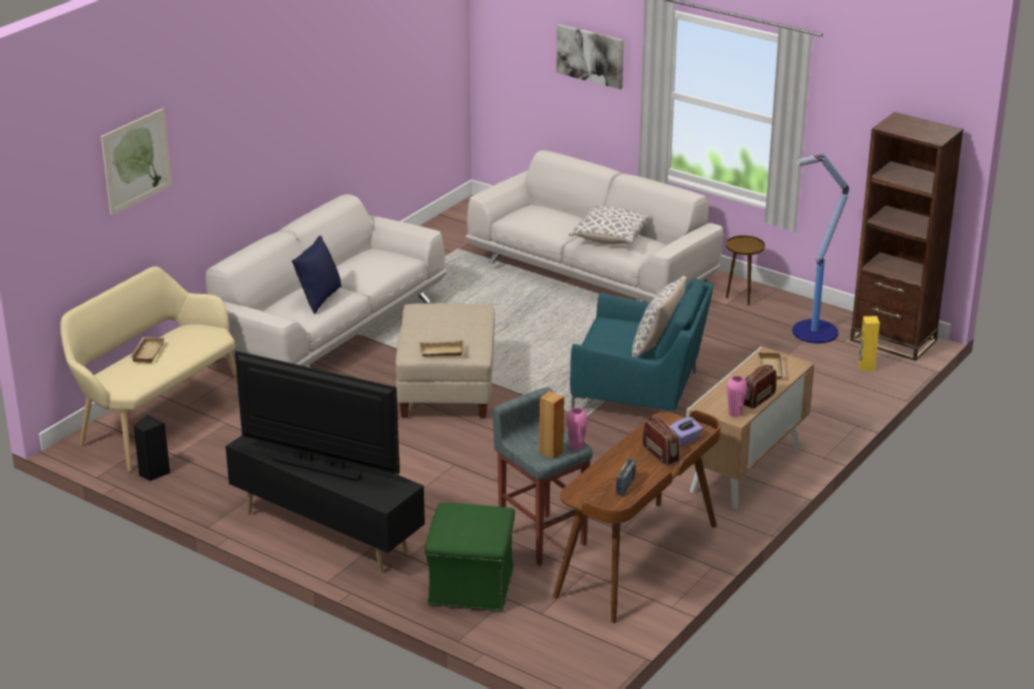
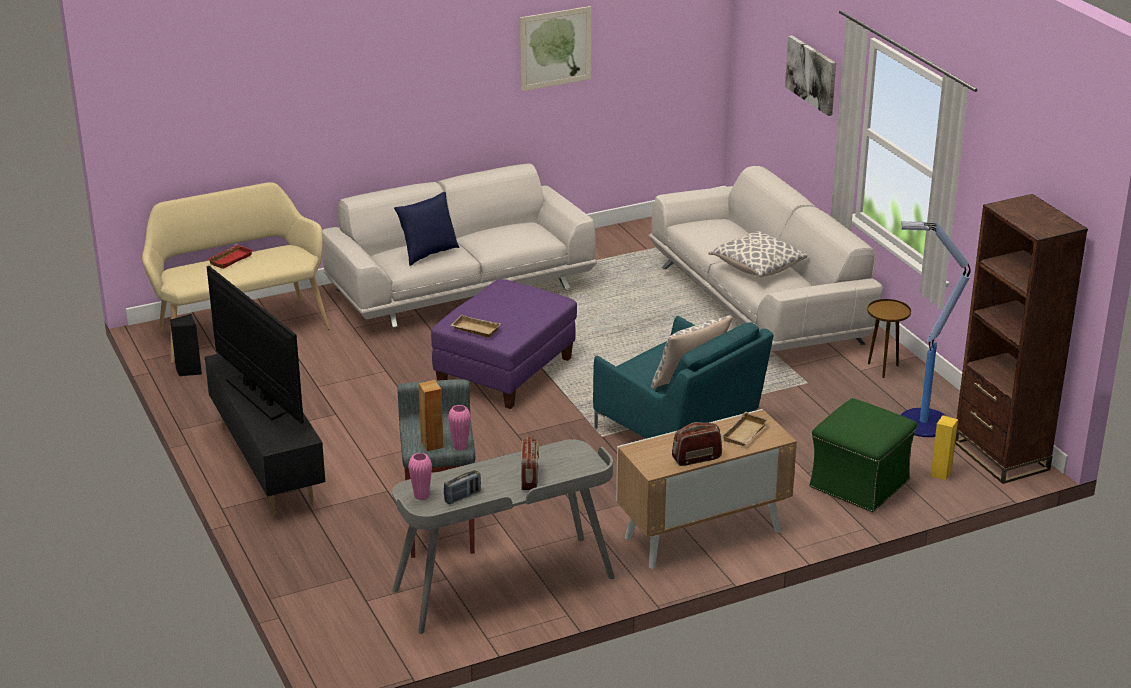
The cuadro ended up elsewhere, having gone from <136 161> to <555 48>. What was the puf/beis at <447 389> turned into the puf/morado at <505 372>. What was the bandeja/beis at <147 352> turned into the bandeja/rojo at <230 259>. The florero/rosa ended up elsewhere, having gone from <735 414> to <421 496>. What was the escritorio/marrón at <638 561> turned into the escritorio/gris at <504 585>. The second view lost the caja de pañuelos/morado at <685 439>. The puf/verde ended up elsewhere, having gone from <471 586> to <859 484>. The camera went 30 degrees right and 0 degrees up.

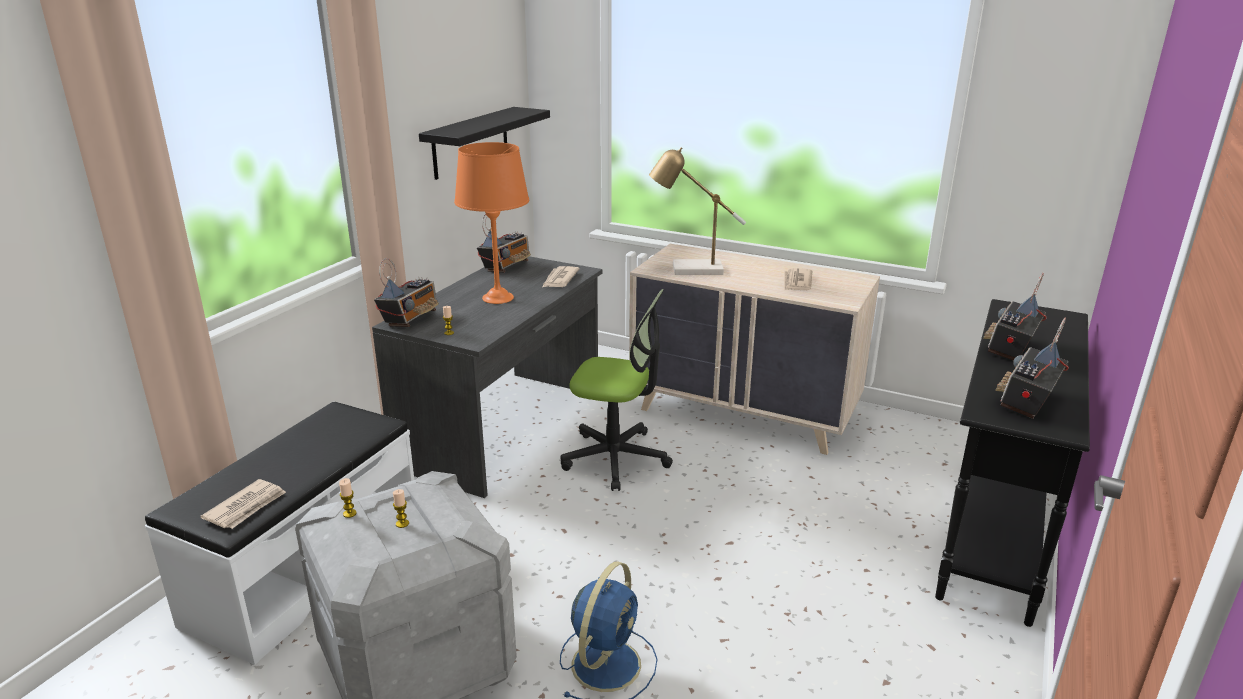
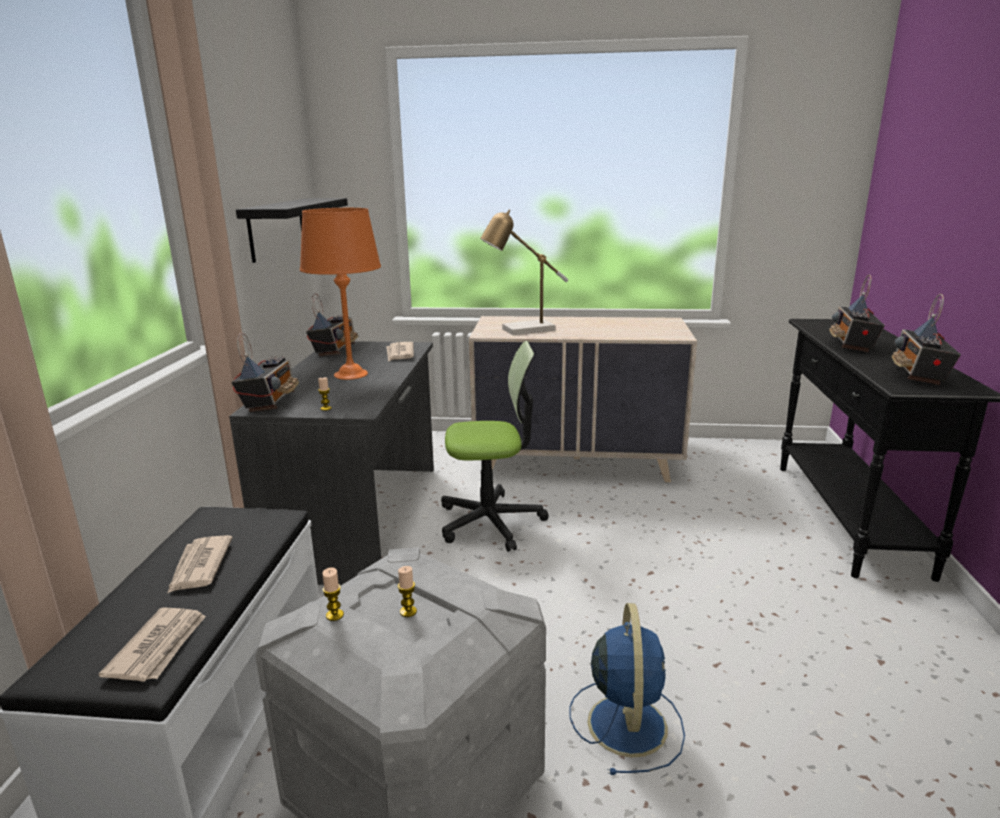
The periódico ended up elsewhere, having gone from <796 282> to <199 566>. The camera went 20 degrees left and 5 degrees down.

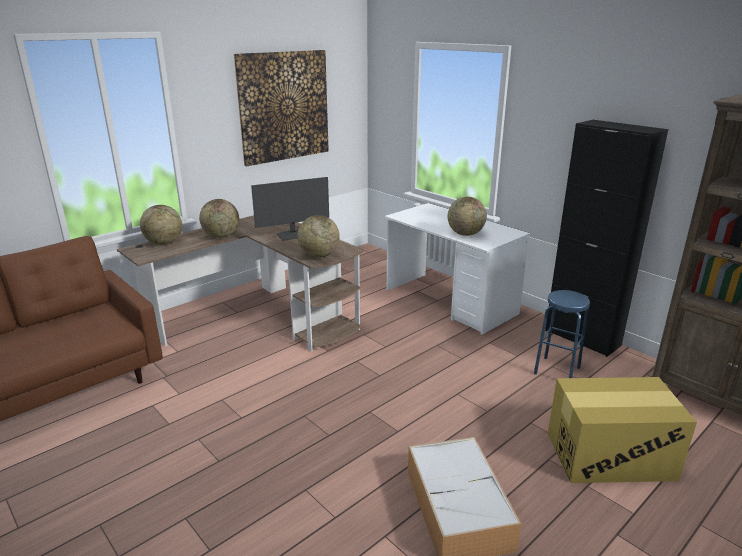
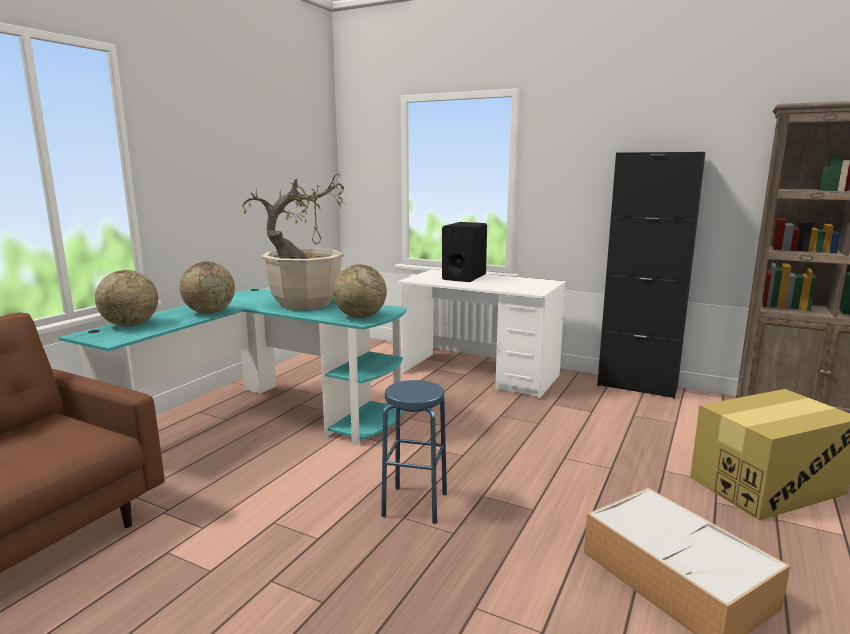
The second view lost the cuadro at <284 106>. Where the monitor stood at <292 235>, the planta en maceta came to stand at <305 304>. The second view lost the globo terráqueo at <465 234>. What was the escritorio/marrón at <260 317> turned into the escritorio/turquesa at <264 420>. The taburete/azul ended up elsewhere, having gone from <557 371> to <415 504>. The second view gained the altavoz/negro at <464 277>. The camera went 20 degrees left and 10 degrees down.

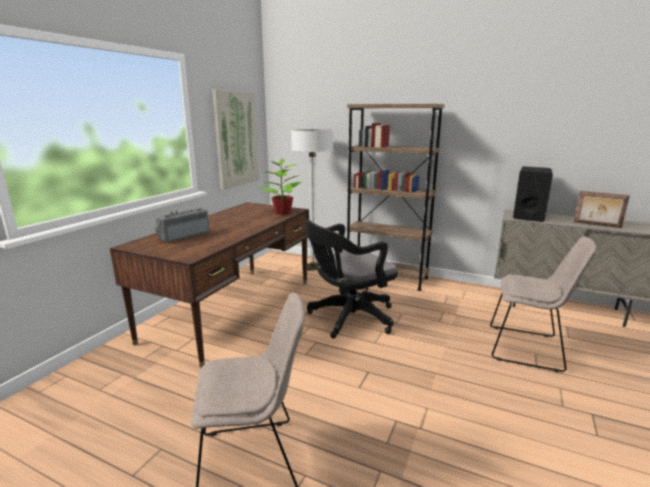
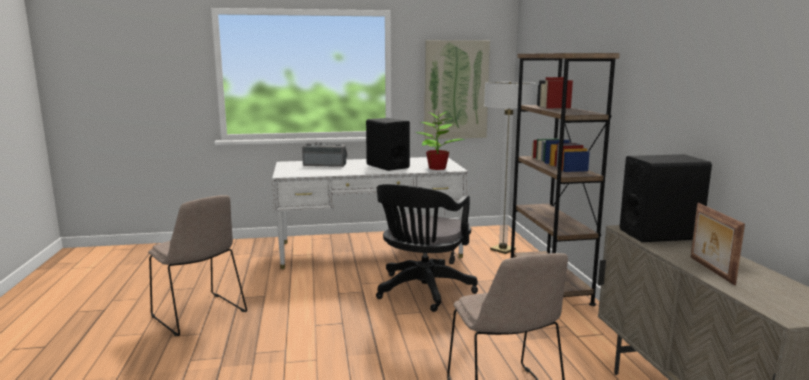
What was the escritorio/marrón at <232 309> turned into the escritorio/blanco at <369 250>. The silla de oficina/negro at <348 318> ended up facing another way, 90 degrees counterclockwise from before. The second view gained the altavoz/negro at <387 166>. The camera went 55 degrees right and 5 degrees down.

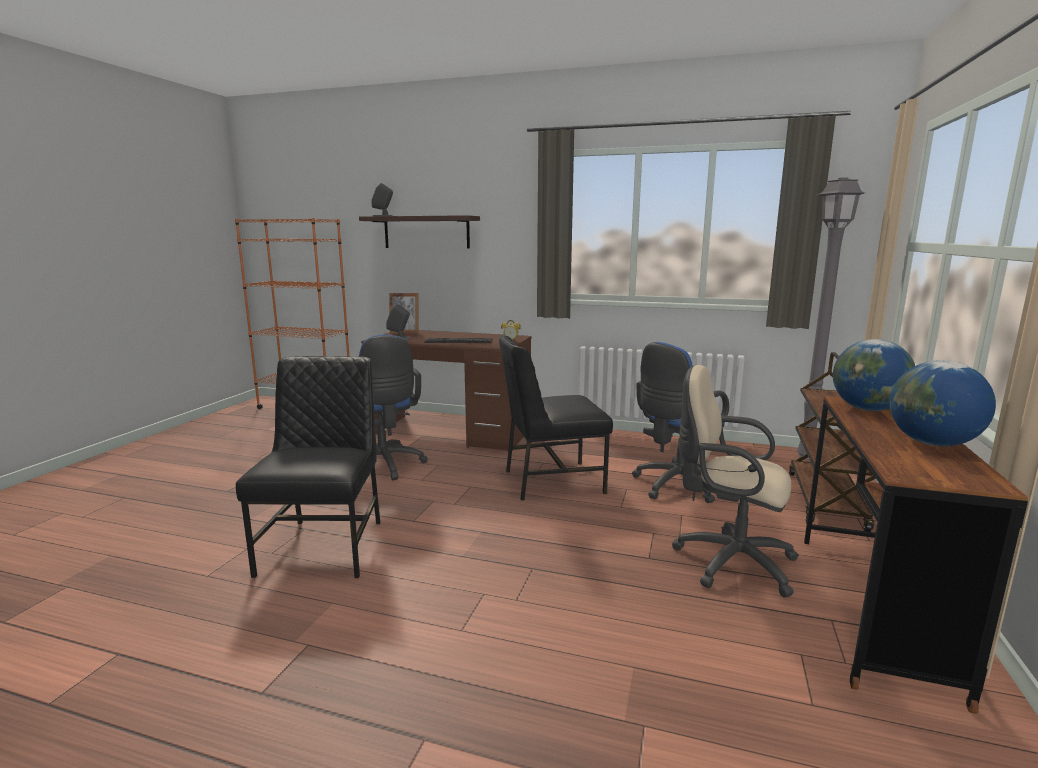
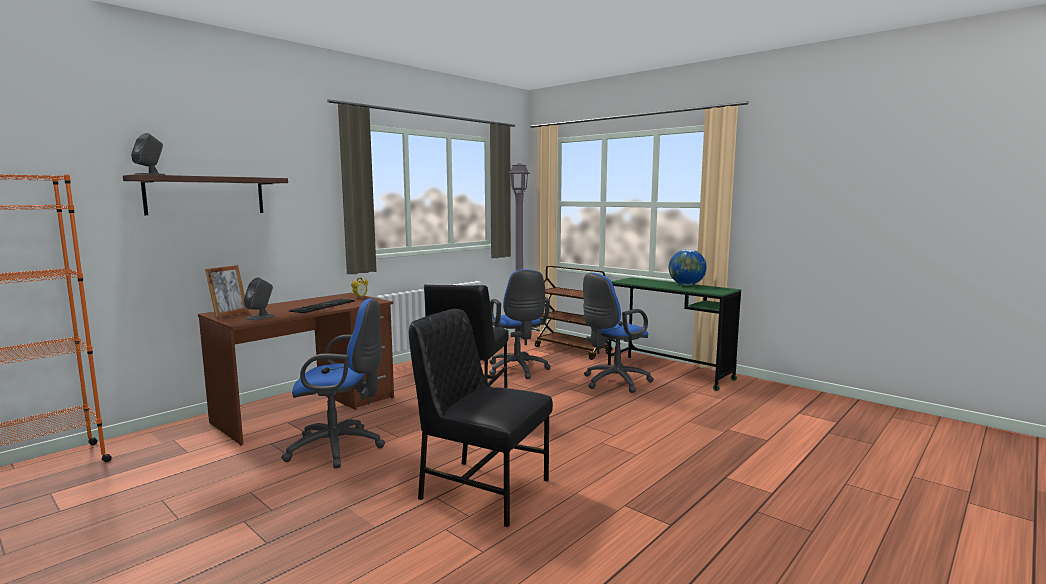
The second view lost the globo terráqueo at <868 409>. What was the silla de oficina/beis at <728 561> turned into the silla de oficina/azul at <613 382>. What was the escritorio/marrón at <871 609> turned into the escritorio/verde at <669 372>. The camera went 65 degrees left and 5 degrees down.

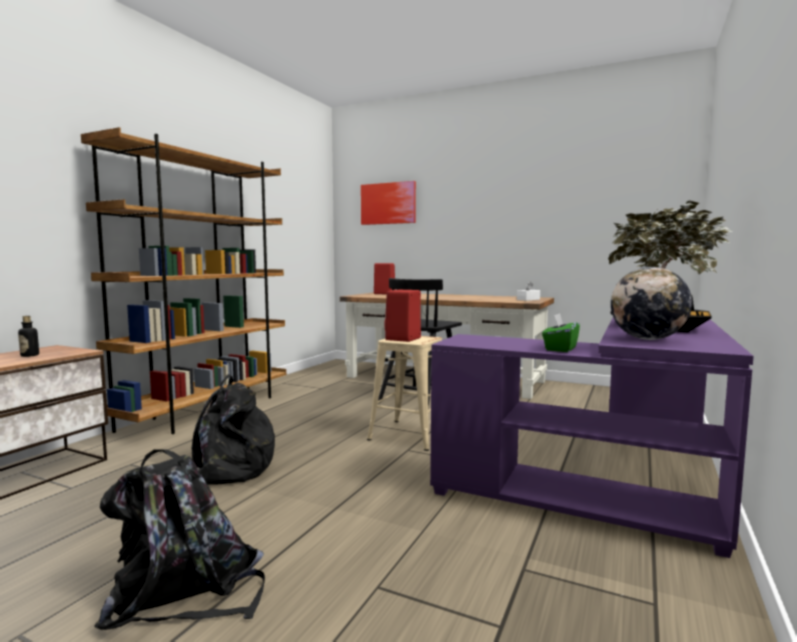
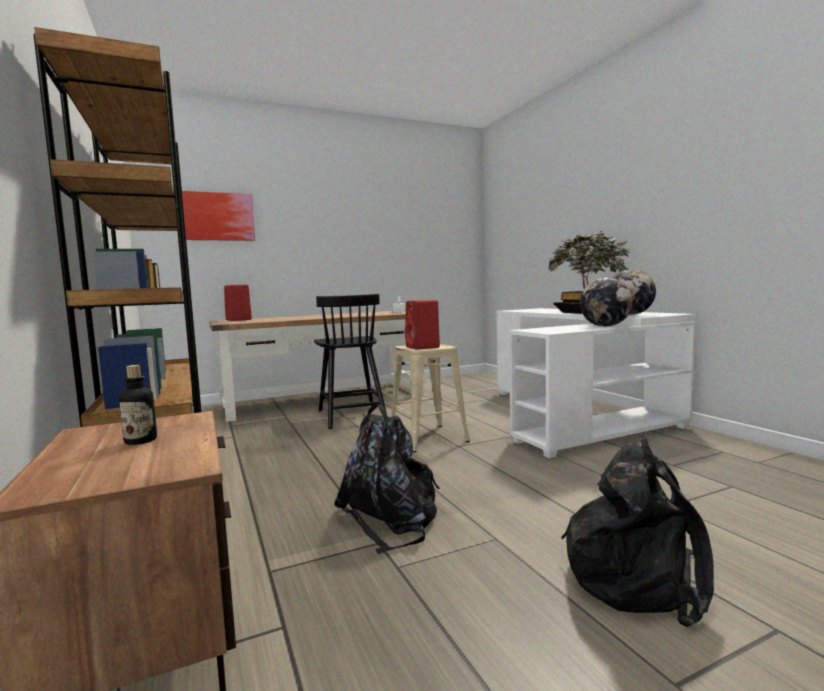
Where the caja de pañuelos/verde stood at <560 349>, the globo terráqueo came to stand at <605 326>. What was the escritorio/morado at <619 476> turned into the escritorio/blanco at <578 415>. The camera went 50 degrees left and 0 degrees up.

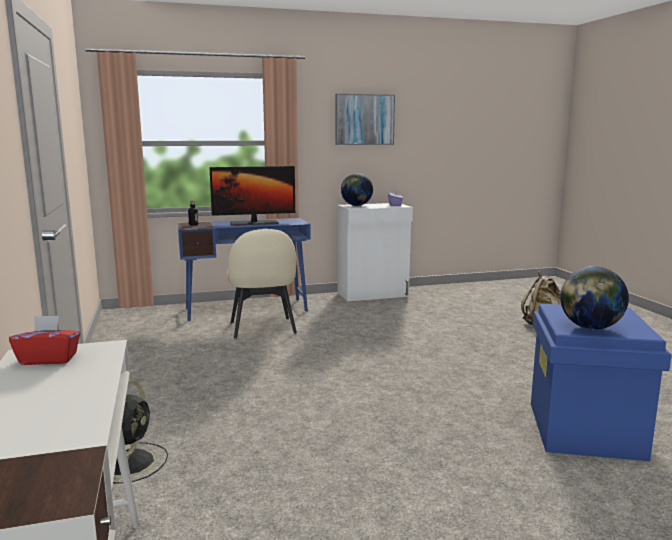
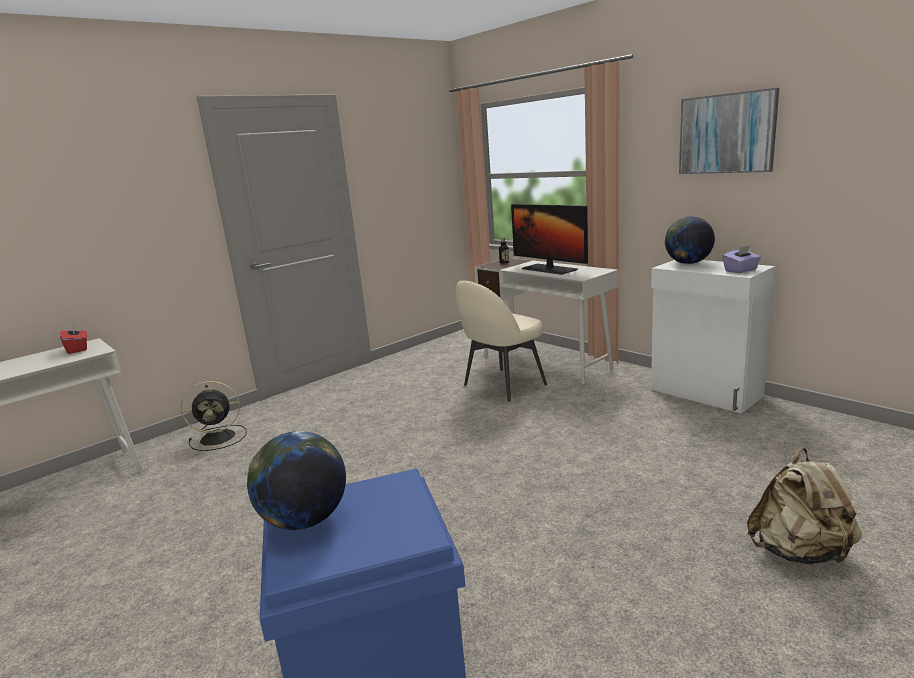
What was the escritorio/azul at <247 309> turned into the escritorio/blanco at <546 362>. The camera went 65 degrees right and 5 degrees up.

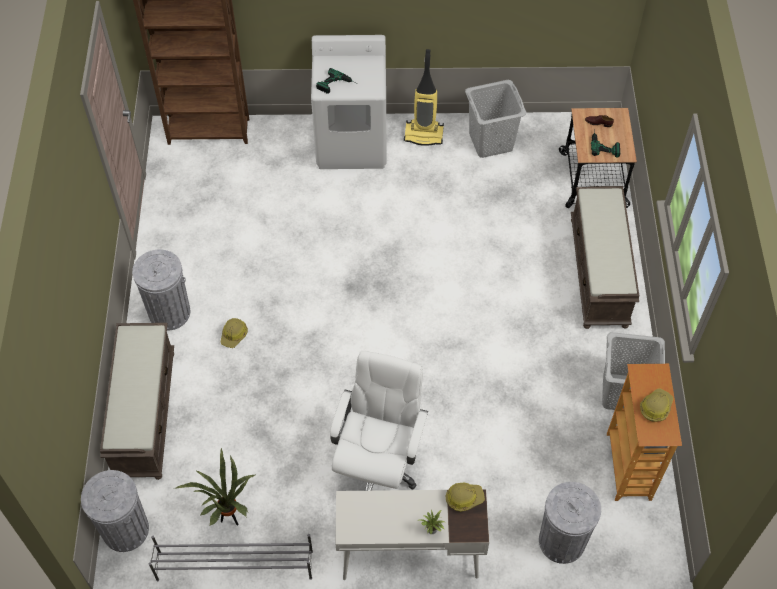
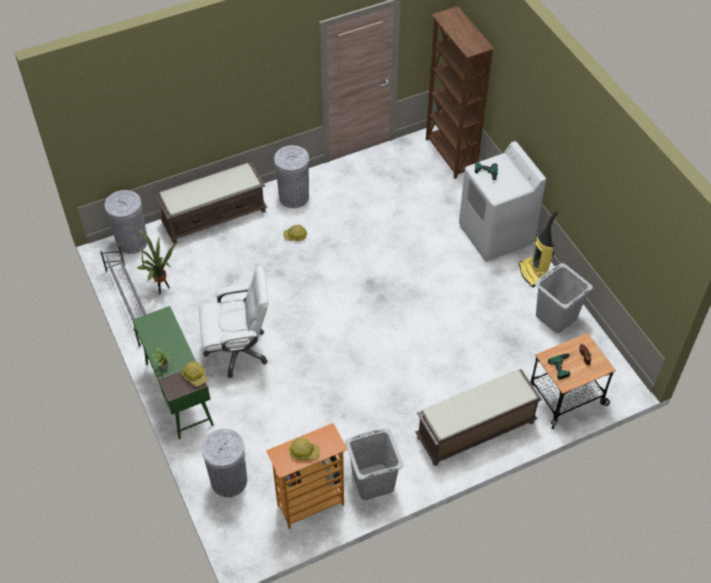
What was the escritorio/blanco at <409 555> turned into the escritorio/verde at <178 393>. The camera went 65 degrees right and 5 degrees down.

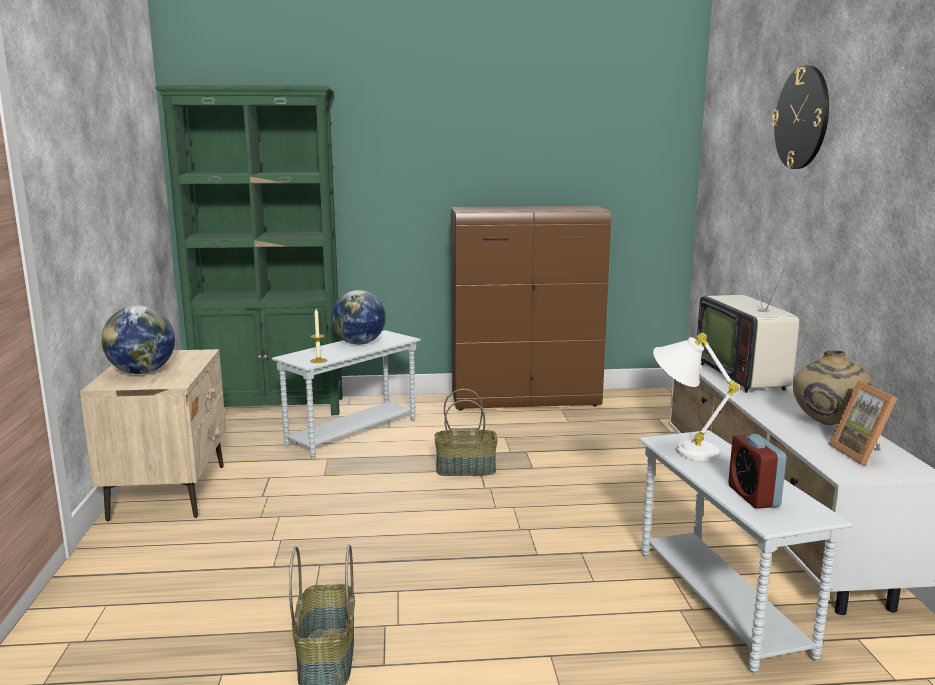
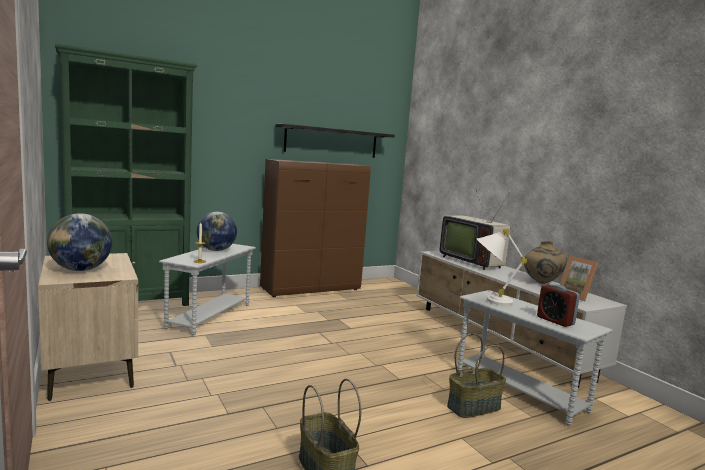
The second view lost the reloj de pared at <802 118>. The cesta ended up elsewhere, having gone from <466 469> to <473 406>. The second view gained the estante/negro at <332 142>. The camera went 25 degrees left and 5 degrees down.

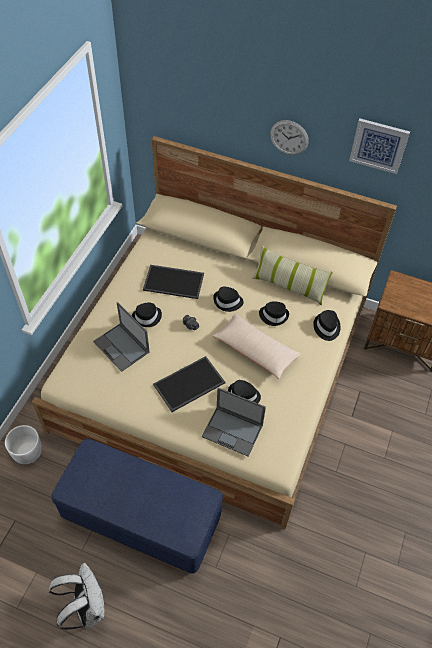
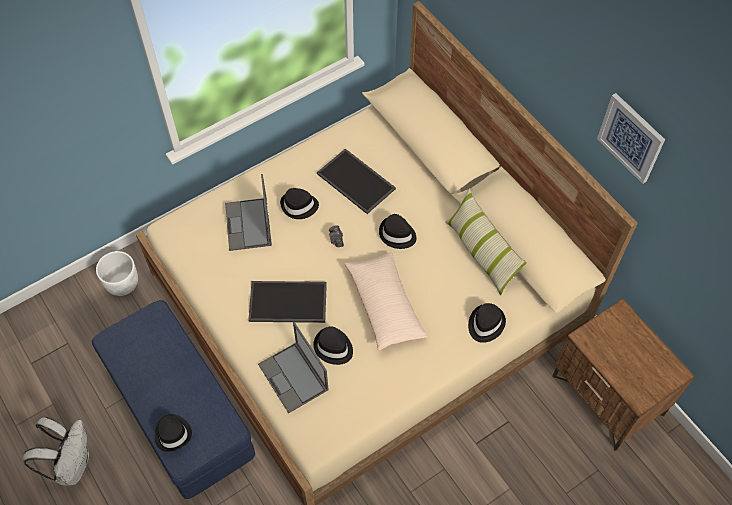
The second view lost the reloj de pared at <289 137>. The sombrero/negro ended up elsewhere, having gone from <273 315> to <173 433>. The camera went 35 degrees right and 5 degrees up.

